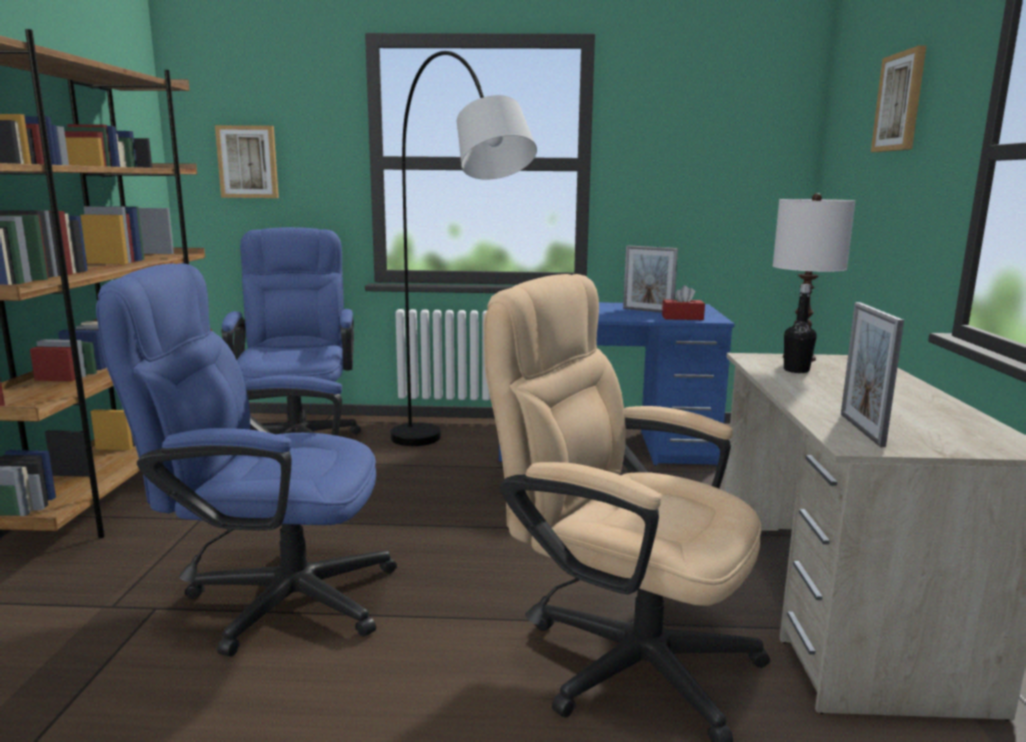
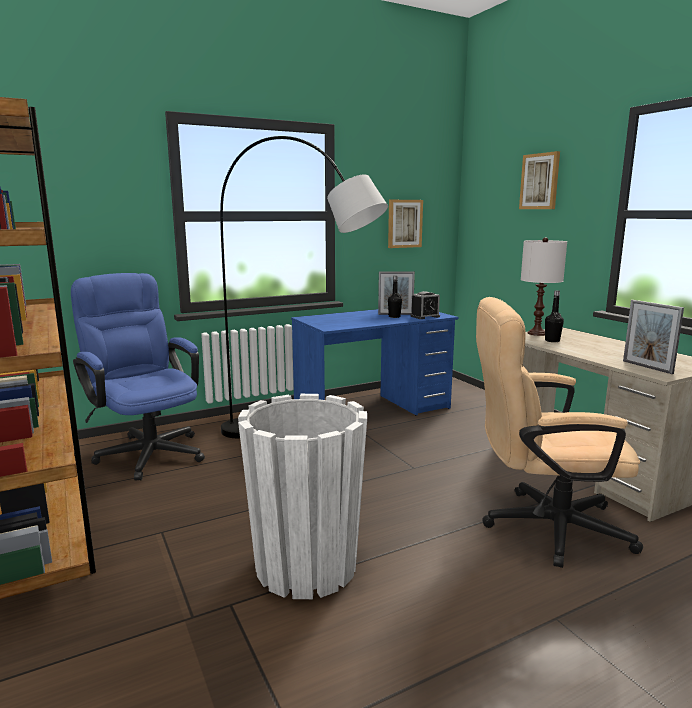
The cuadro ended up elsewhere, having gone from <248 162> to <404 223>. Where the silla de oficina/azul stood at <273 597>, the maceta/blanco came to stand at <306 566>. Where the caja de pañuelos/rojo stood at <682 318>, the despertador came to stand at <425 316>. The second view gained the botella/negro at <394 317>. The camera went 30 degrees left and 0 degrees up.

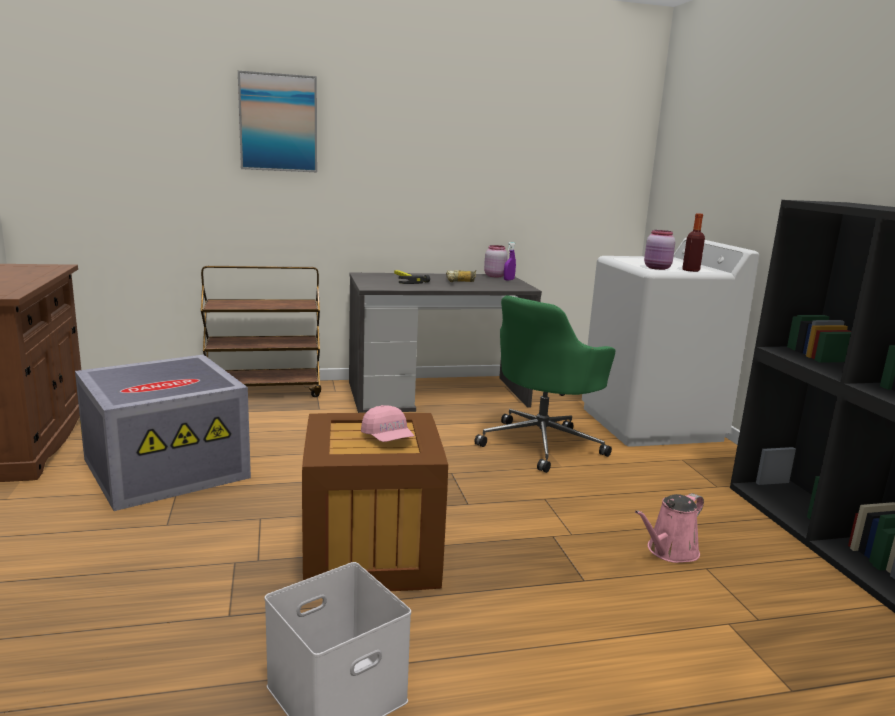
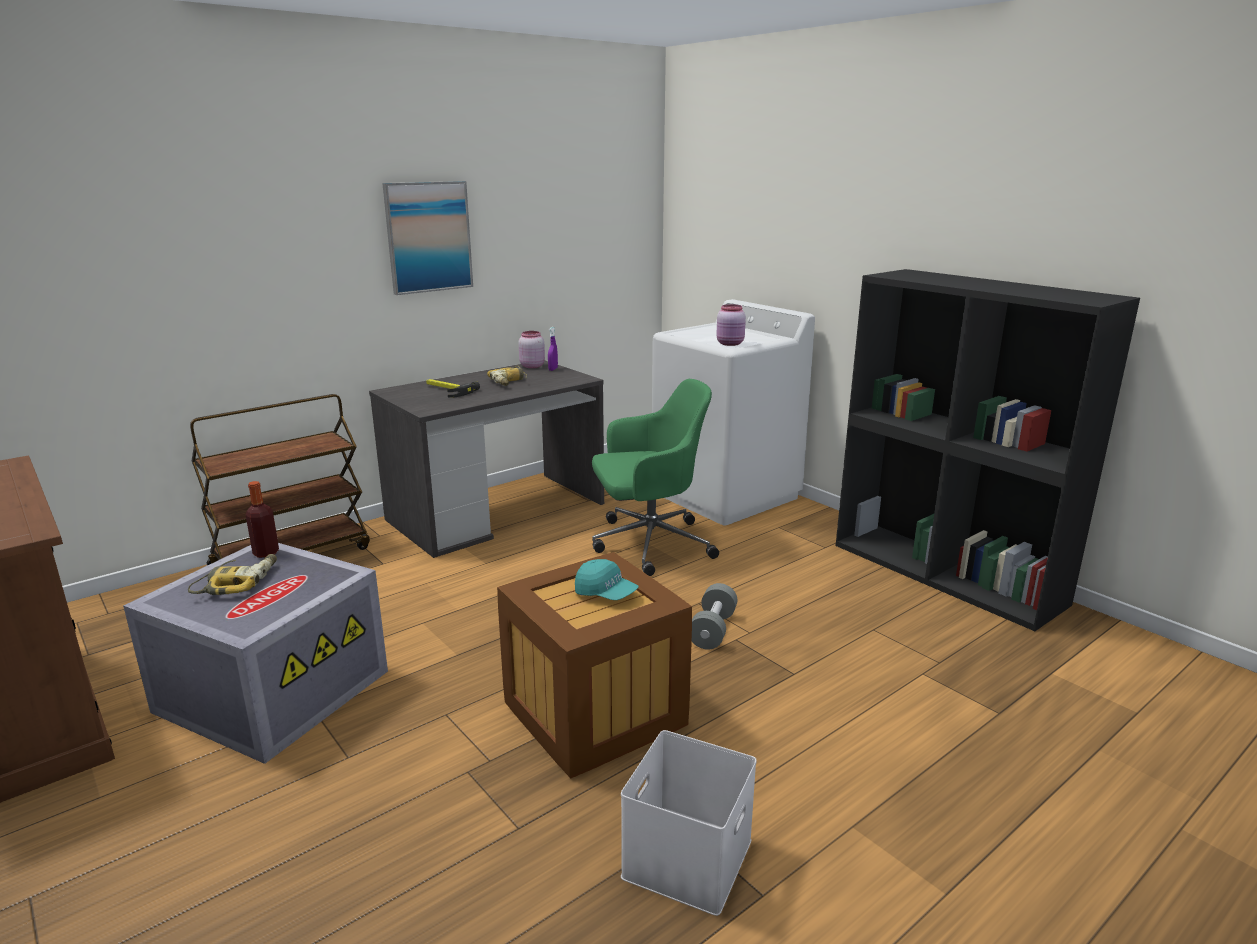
The cuadro ended up elsewhere, having gone from <278 123> to <428 237>. The botella ended up elsewhere, having gone from <691 270> to <266 553>. The silla de oficina/verde at <542 444> ended up facing another way, 120 degrees counterclockwise from before. What was the gorra/rosa at <387 438> turned into the gorra/turquesa at <606 593>. The second view lost the regadera/rosa at <669 551>. The second view gained the taladro at <238 582>. The second view gained the mancuerna/gris at <712 630>. The camera went 25 degrees left and 5 degrees up.

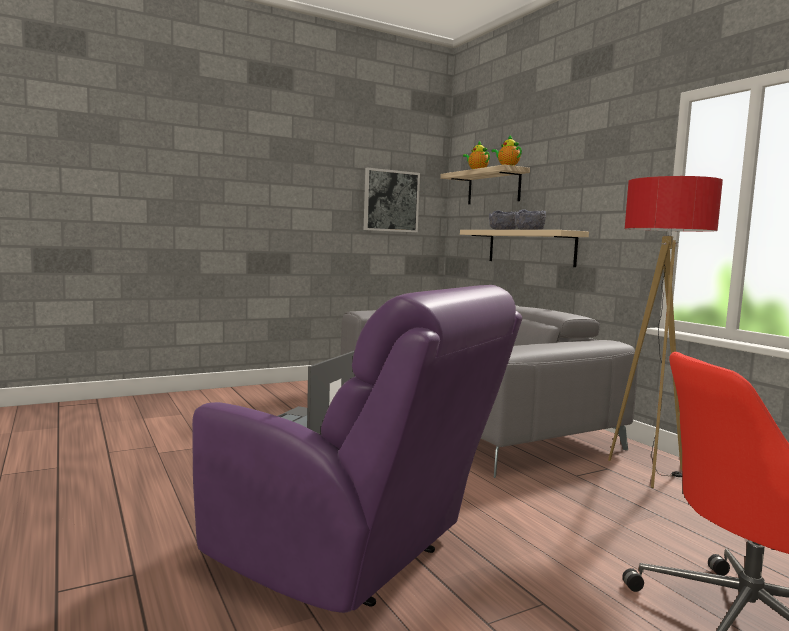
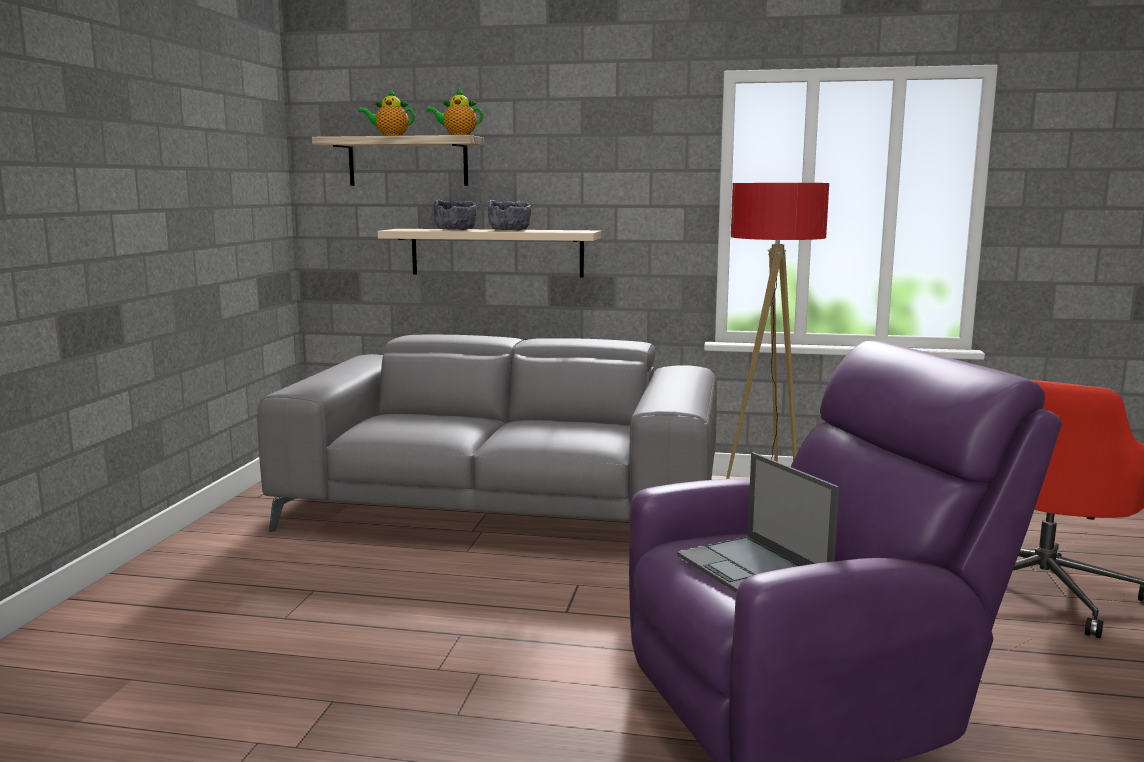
The second view lost the cuadro at <391 201>. The camera went 50 degrees left and 5 degrees up.

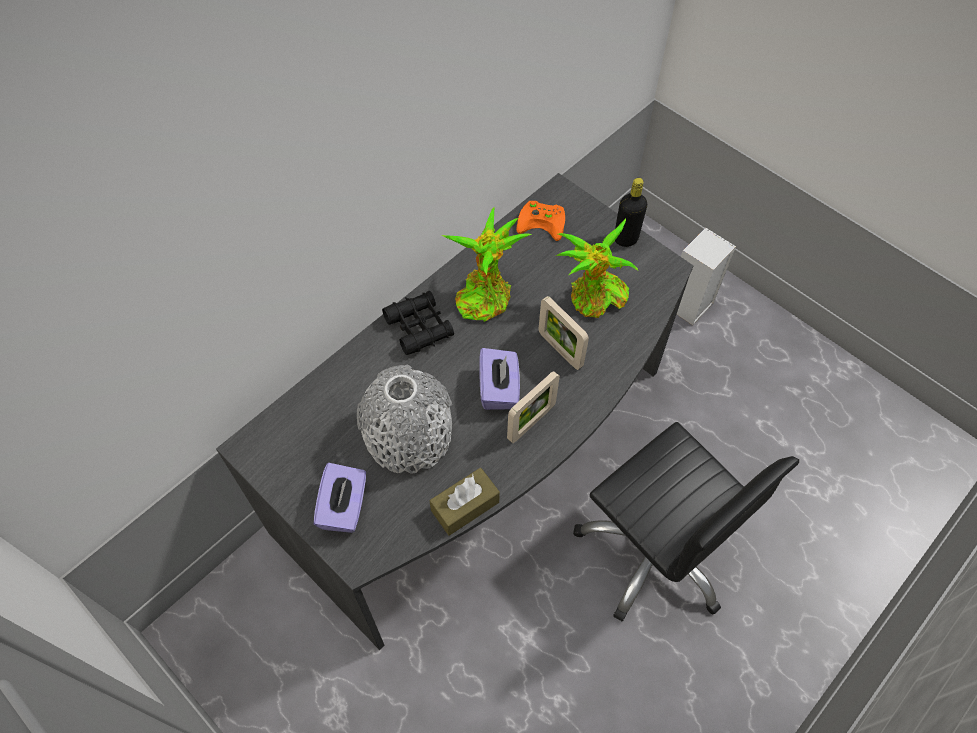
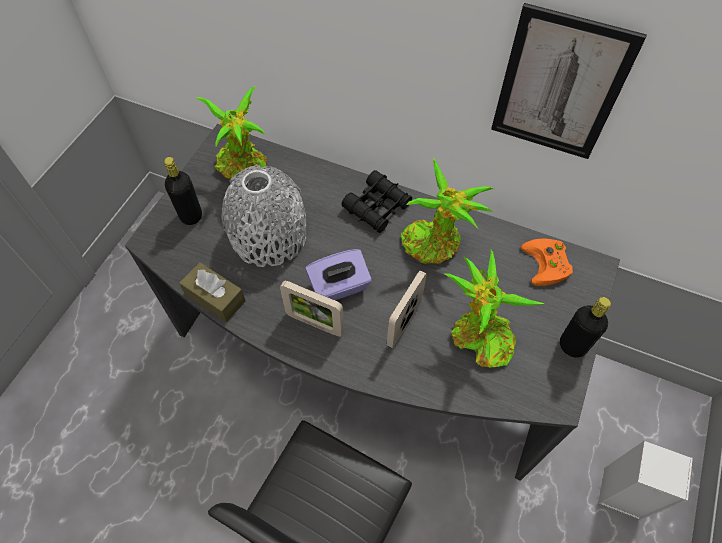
Where the caja de pañuelos/morado stood at <344 507>, the botella/negro came to stand at <191 216>. The second view gained the cuadro at <559 86>. The second view gained the planta en maceta at <244 166>. The camera went 70 degrees right and 0 degrees up.

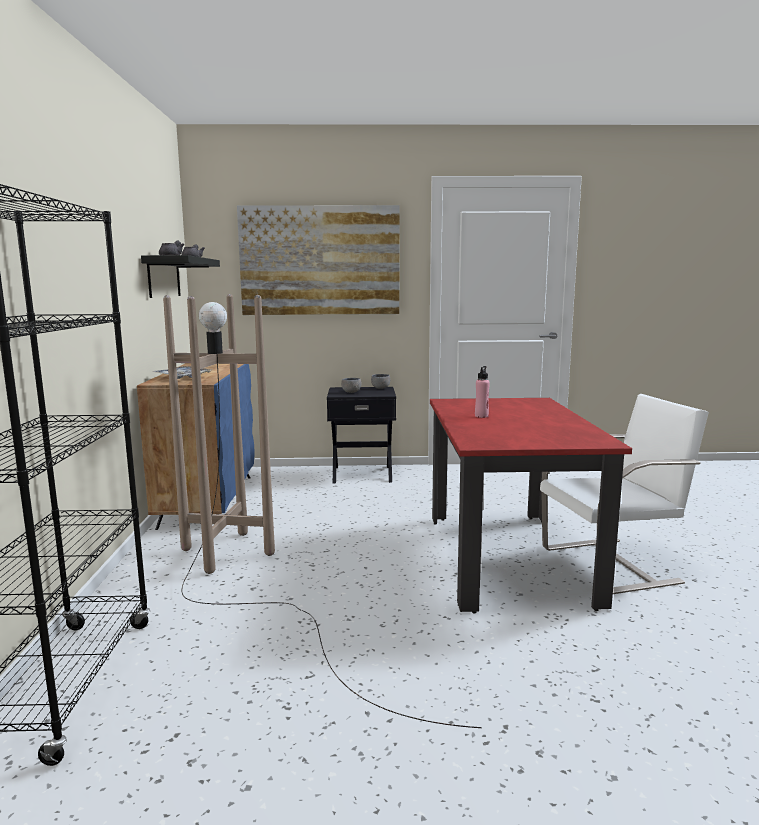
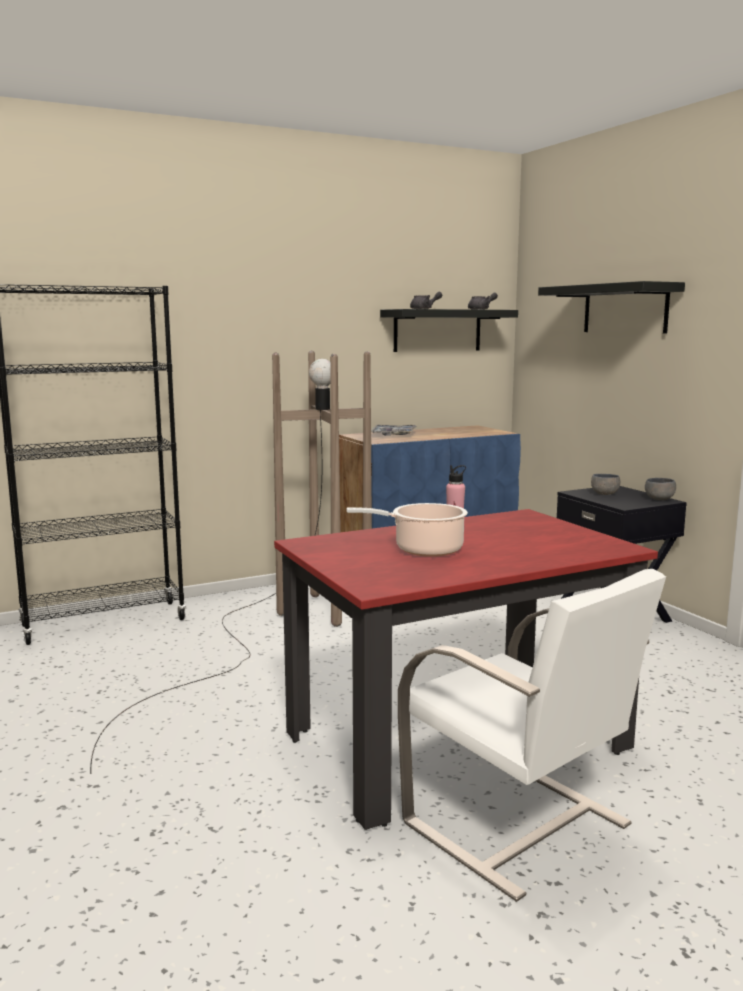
Where the cuadro hung at <320 261>, the estante/negro came to hang at <625 309>. The second view gained the olla at <423 549>. The camera went 65 degrees right and 0 degrees up.

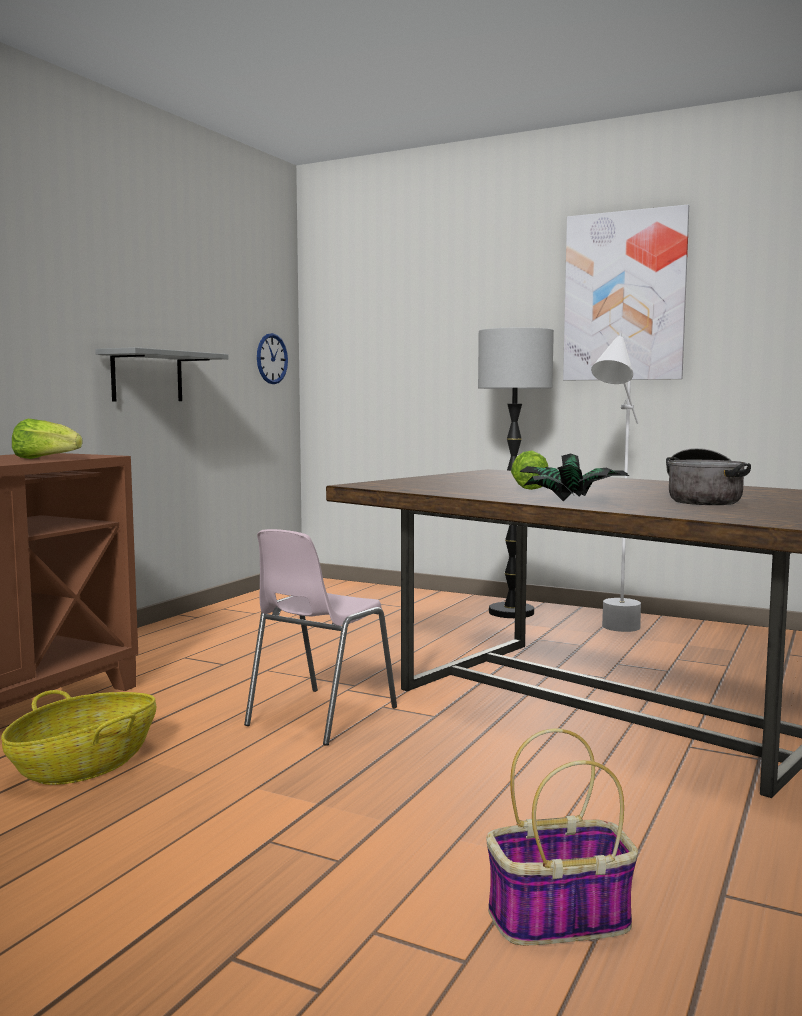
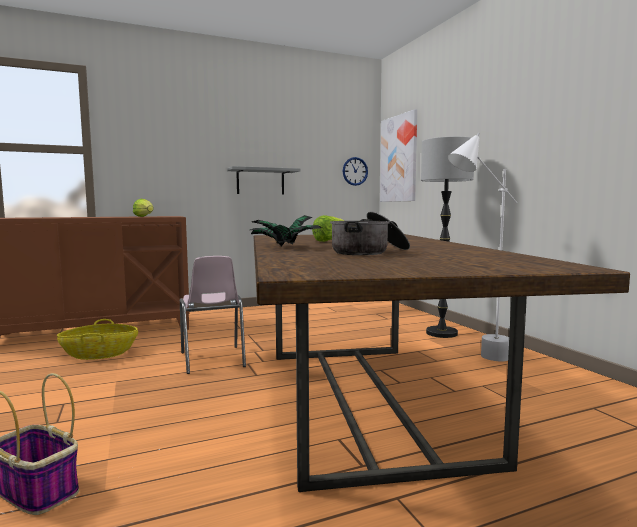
The cuadro ended up elsewhere, having gone from <624 296> to <399 159>. The silla/rosa at <319 716> ended up facing another way, 90 degrees counterclockwise from before. The camera went 40 degrees right and 0 degrees up.

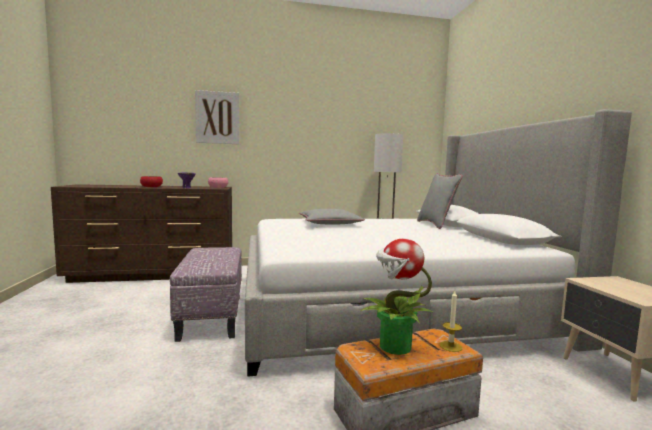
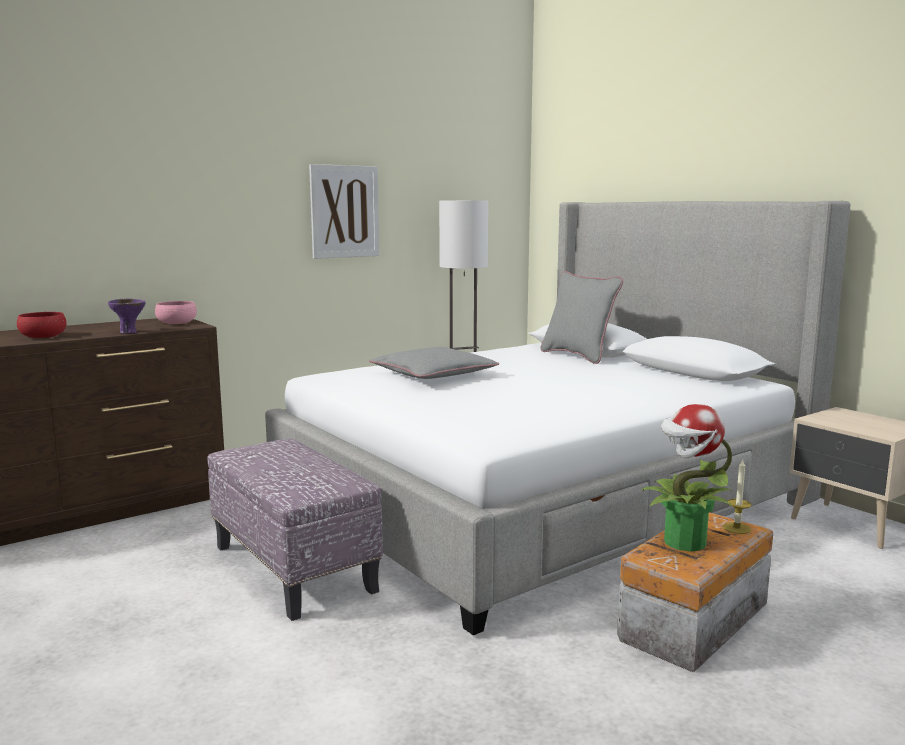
The cuadro ended up elsewhere, having gone from <217 117> to <344 211>. The camera went 25 degrees left and 5 degrees up.

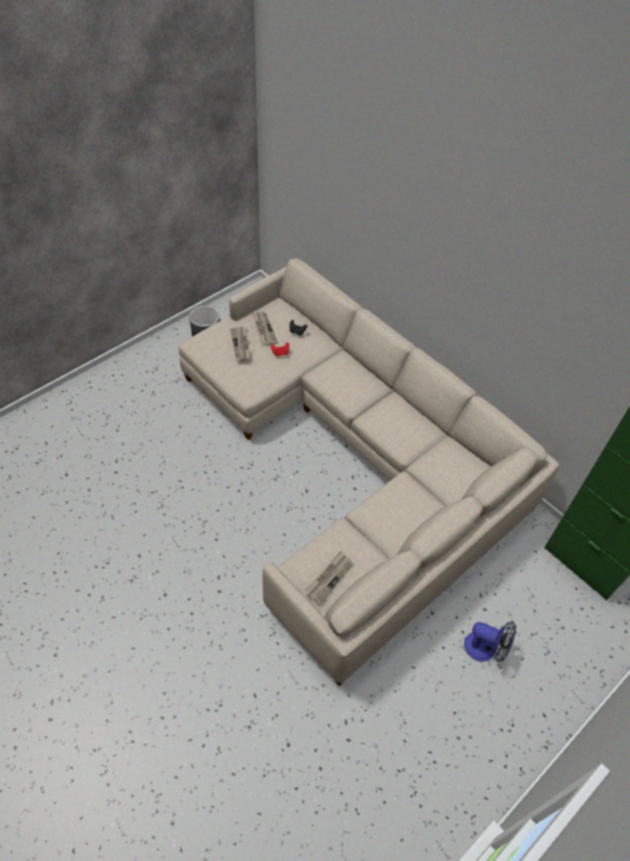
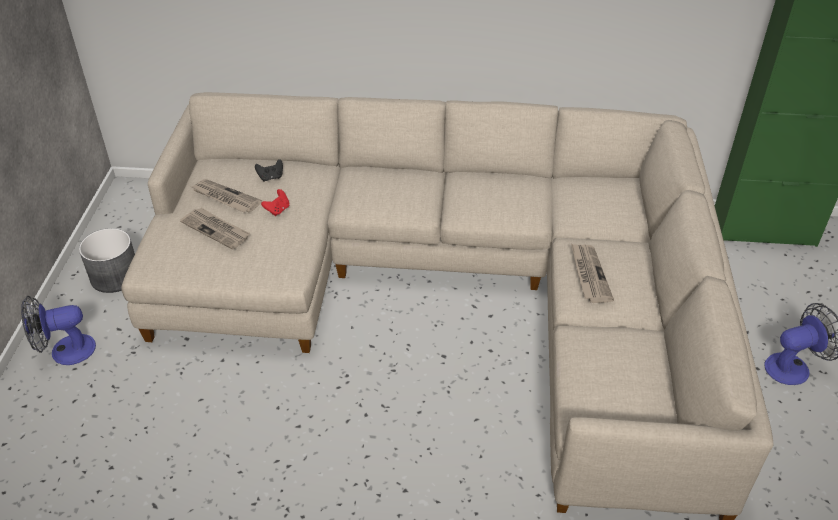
The periódico ended up elsewhere, having gone from <329 577> to <589 274>. The second view gained the ventilador at <65 351>. The camera went 40 degrees left and 10 degrees down.

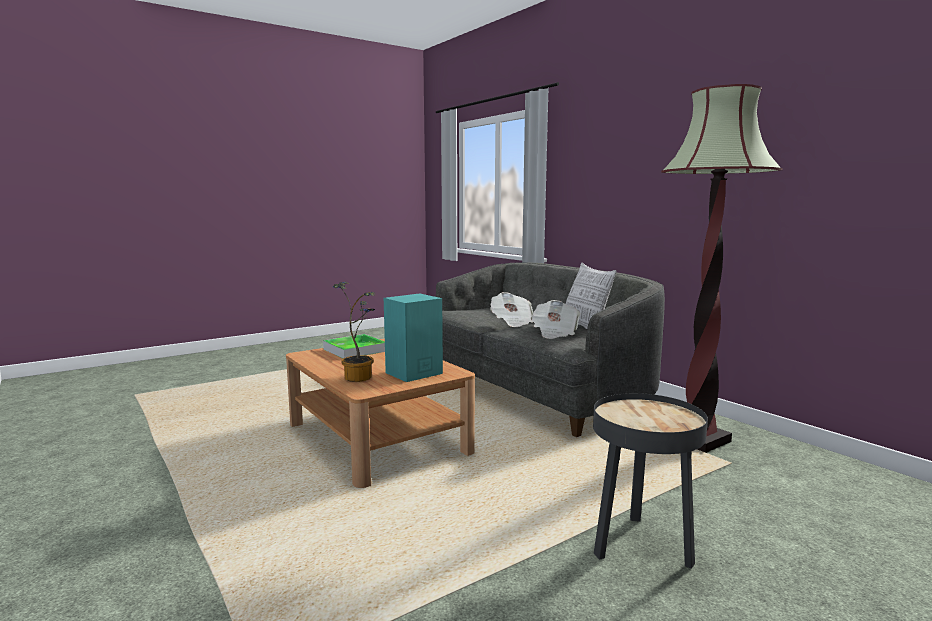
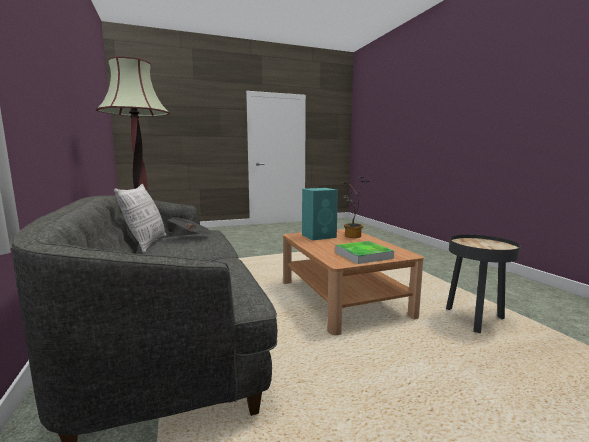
The second view lost the periódico at <512 322>. The mesa auxiliar/negro ended up elsewhere, having gone from <641 546> to <474 319>. The camera went 165 degrees left and 0 degrees up.

